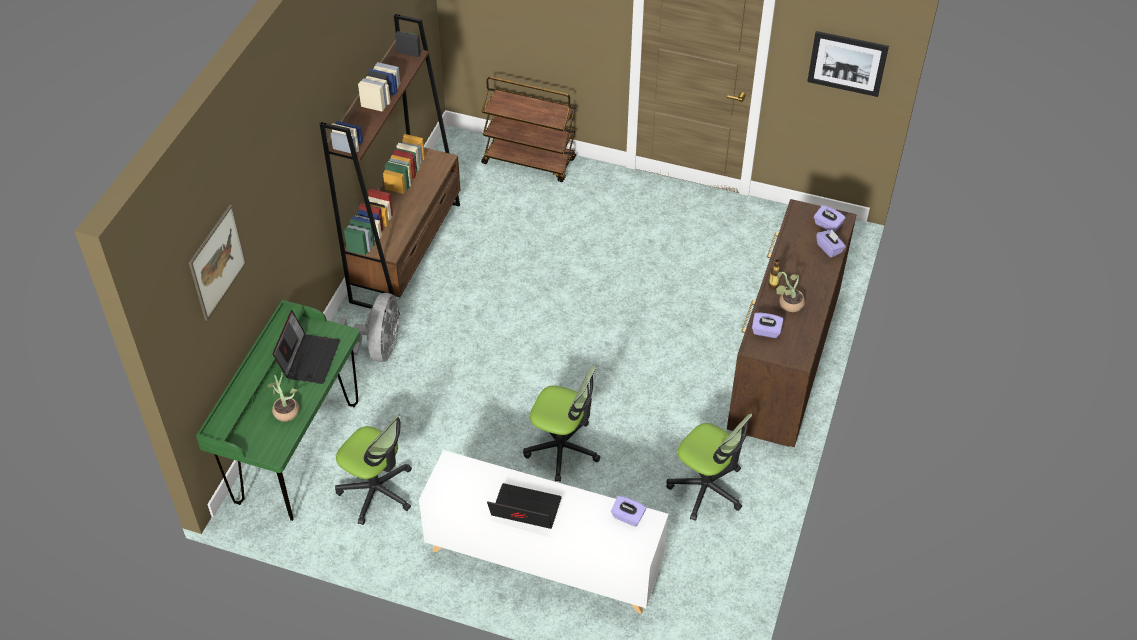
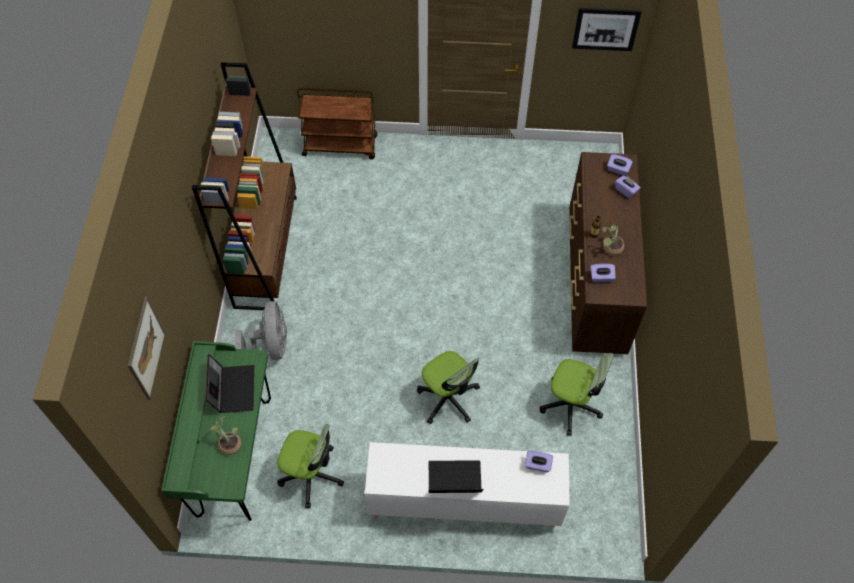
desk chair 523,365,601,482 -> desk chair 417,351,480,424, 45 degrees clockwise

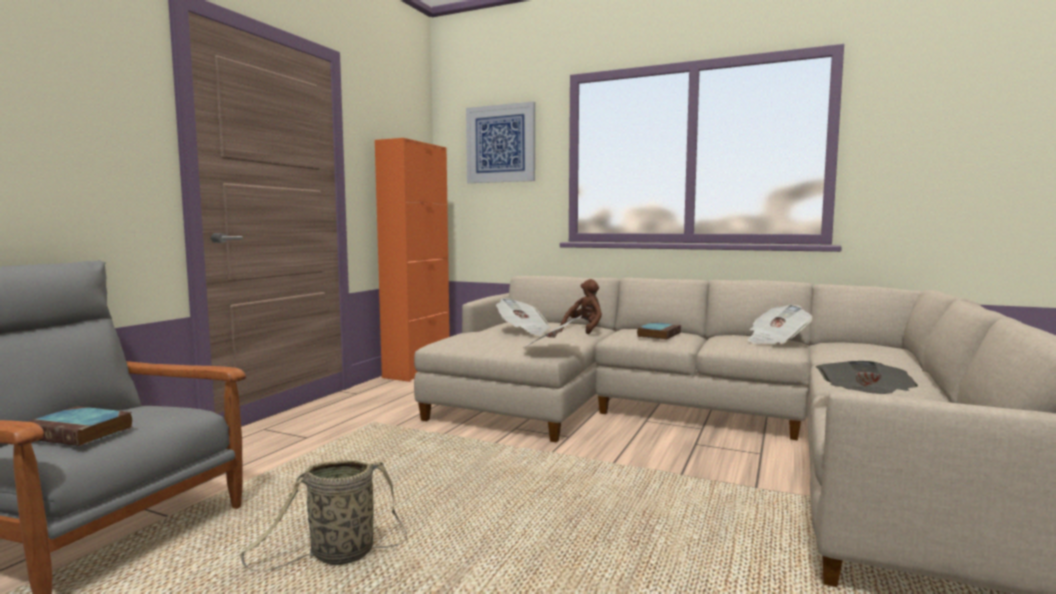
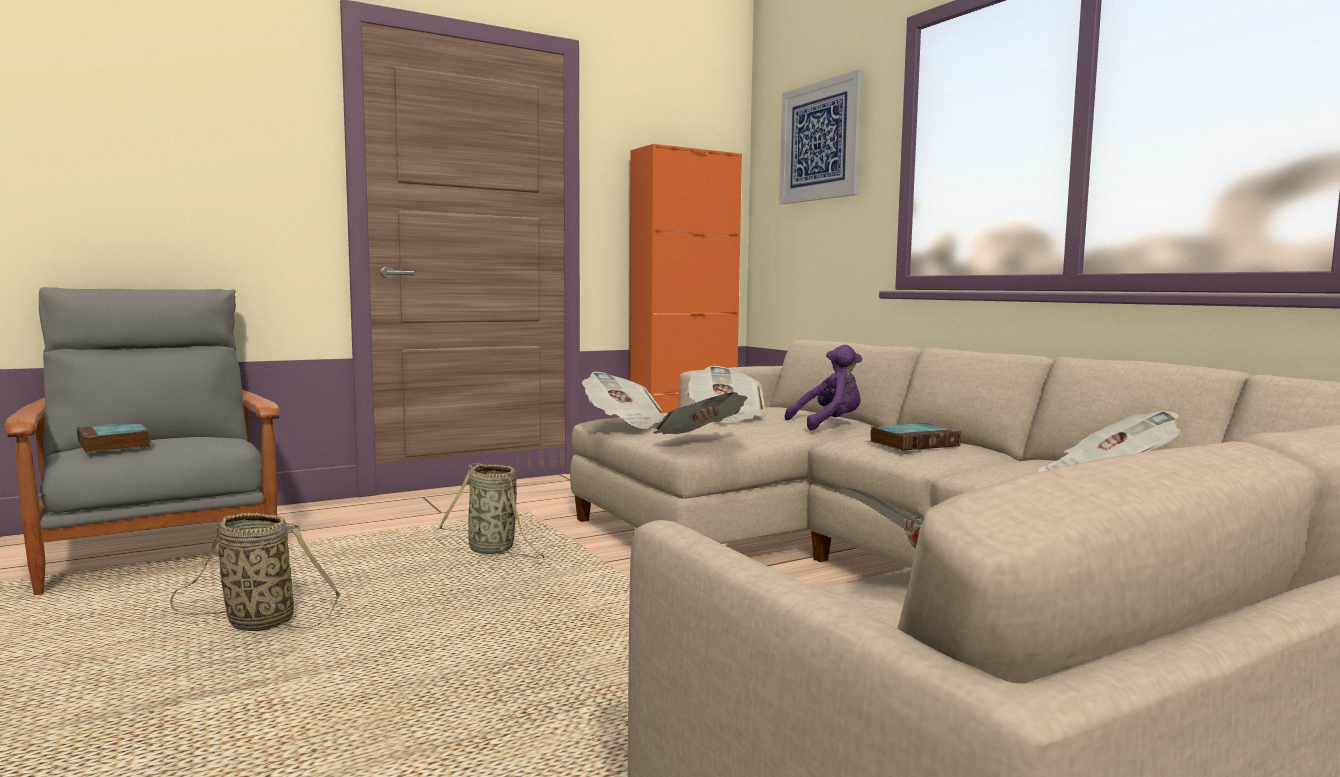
none -> basket 437,463,544,559
none -> daily paper 582,372,665,429
soft toy/brown-coloured 560,279,602,334 -> soft toy/purplish 785,345,862,431

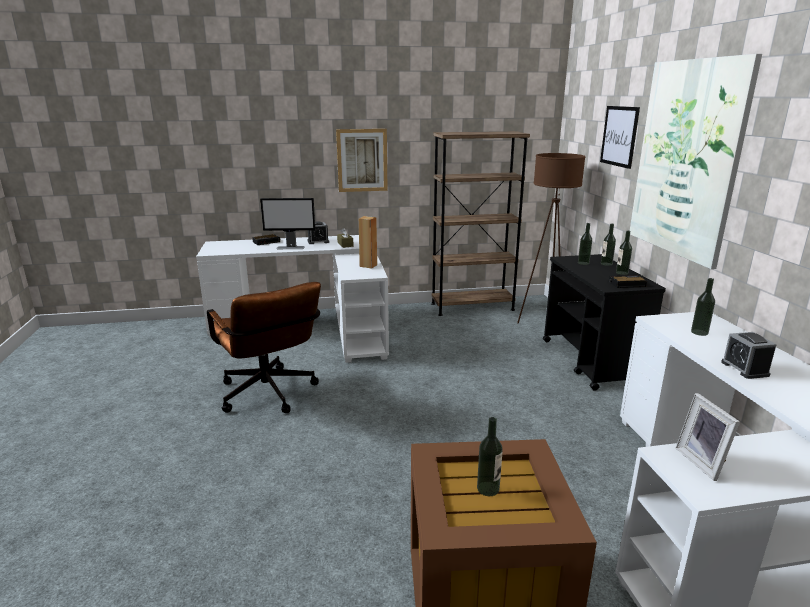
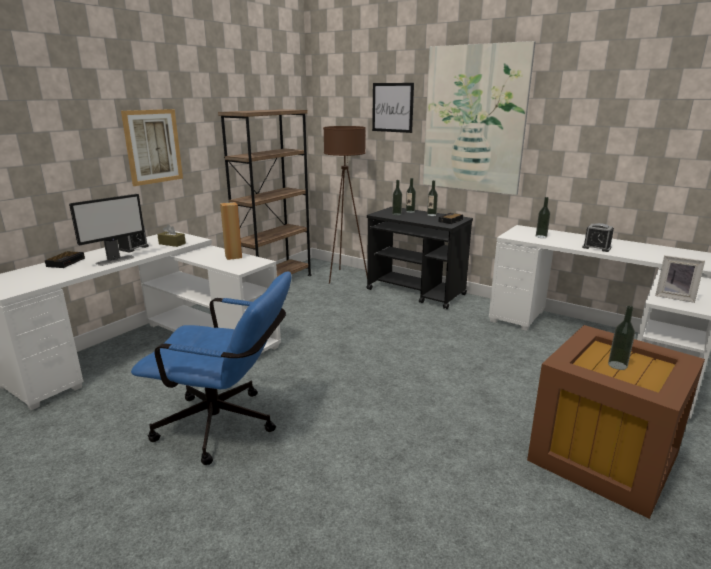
desk chair/brown-coloured 207,282,321,413 -> desk chair/bluish 131,271,292,465

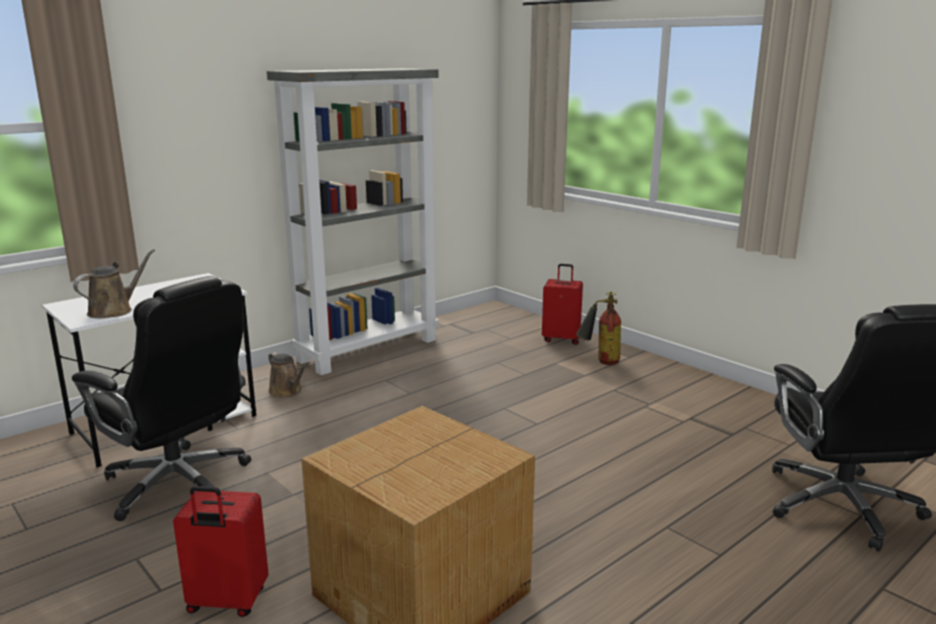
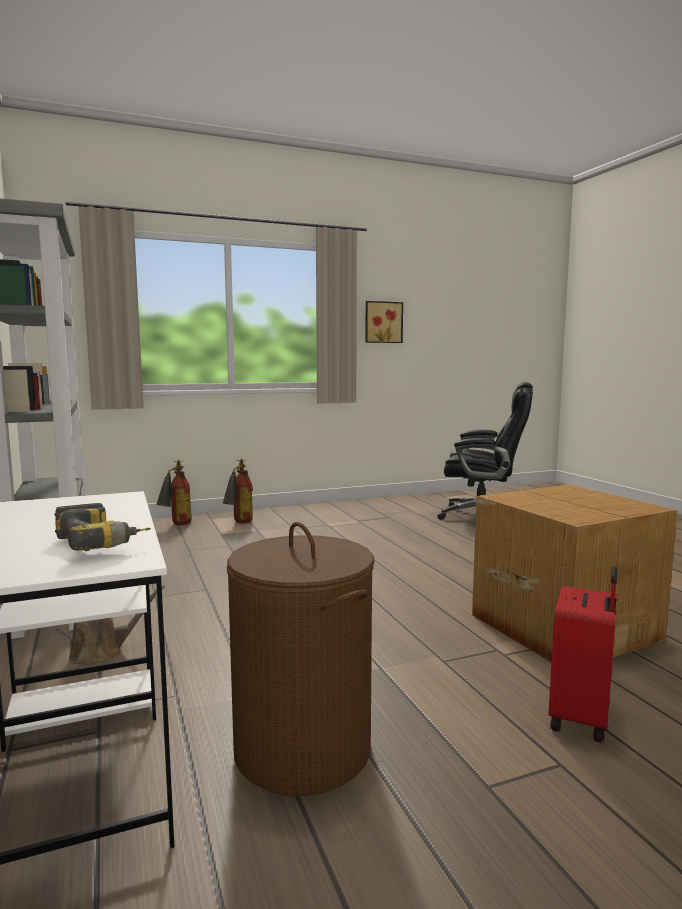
none -> picture 365,301,403,343
desk chair/black-coloured 72,276,252,521 -> washing basket/brown-coloured 227,522,374,796
sprinkling can/brown-coloured 73,249,155,318 -> power drill 54,503,151,551
suitcase/red-coloured 542,264,583,345 -> fire extinguisher 156,460,192,525

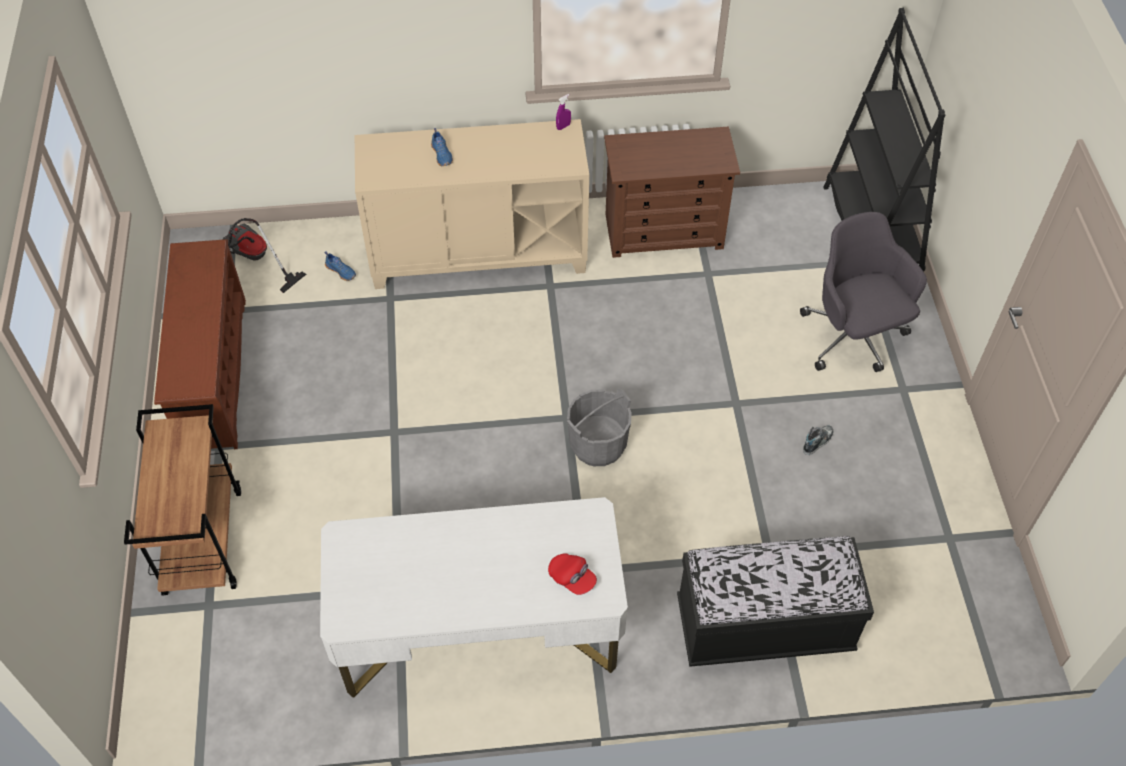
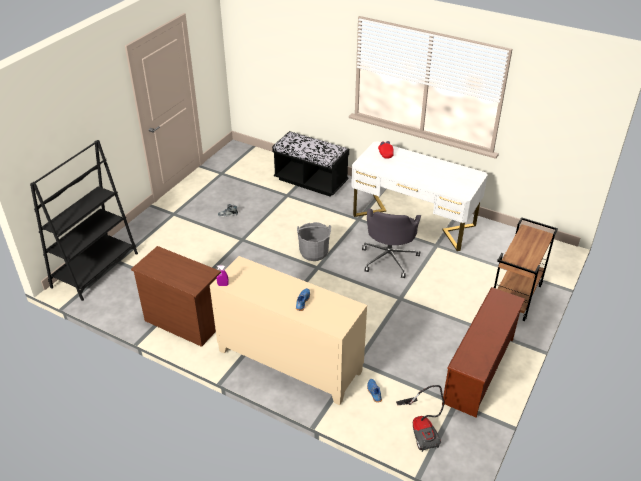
desk chair/grey 800,212,927,372 -> desk chair/grey 362,208,421,278, moved

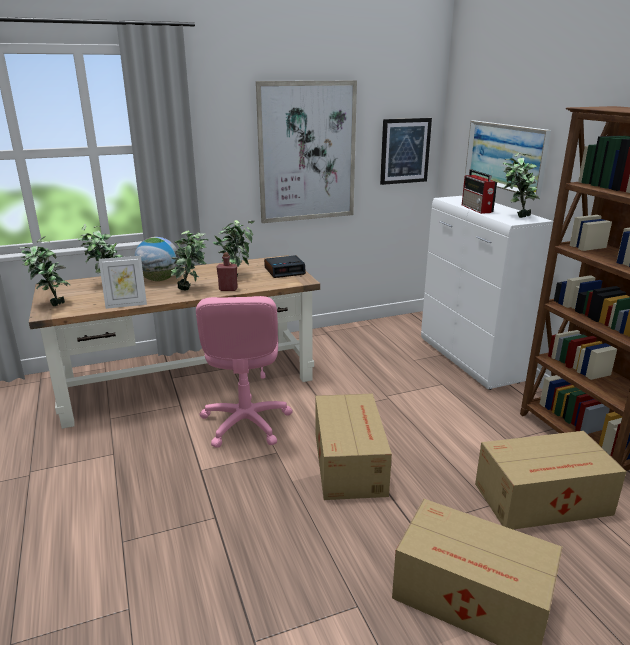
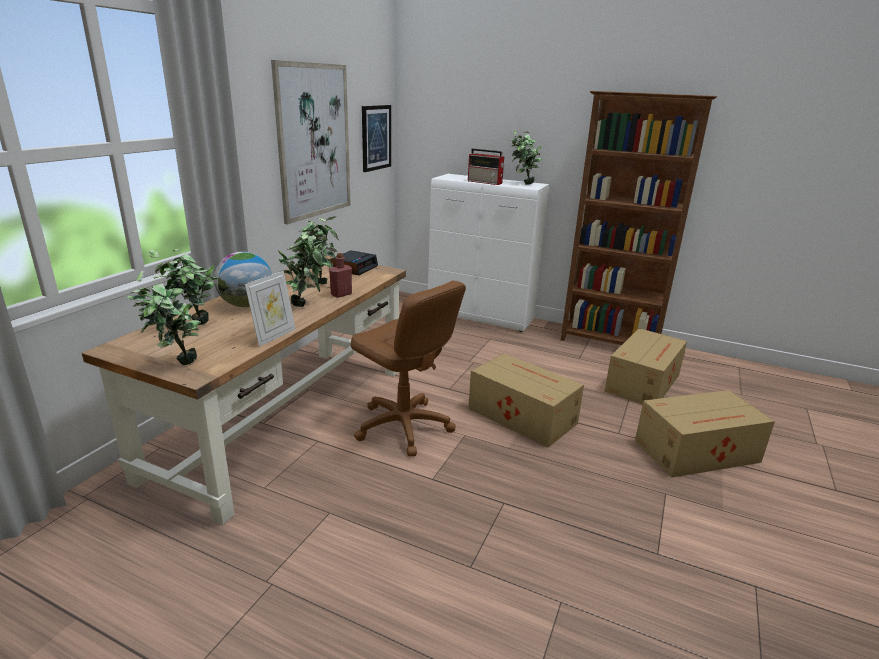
picture 465,121,551,198 -> none
desk chair/pink 196,296,293,448 -> desk chair/brown-coloured 350,281,466,457

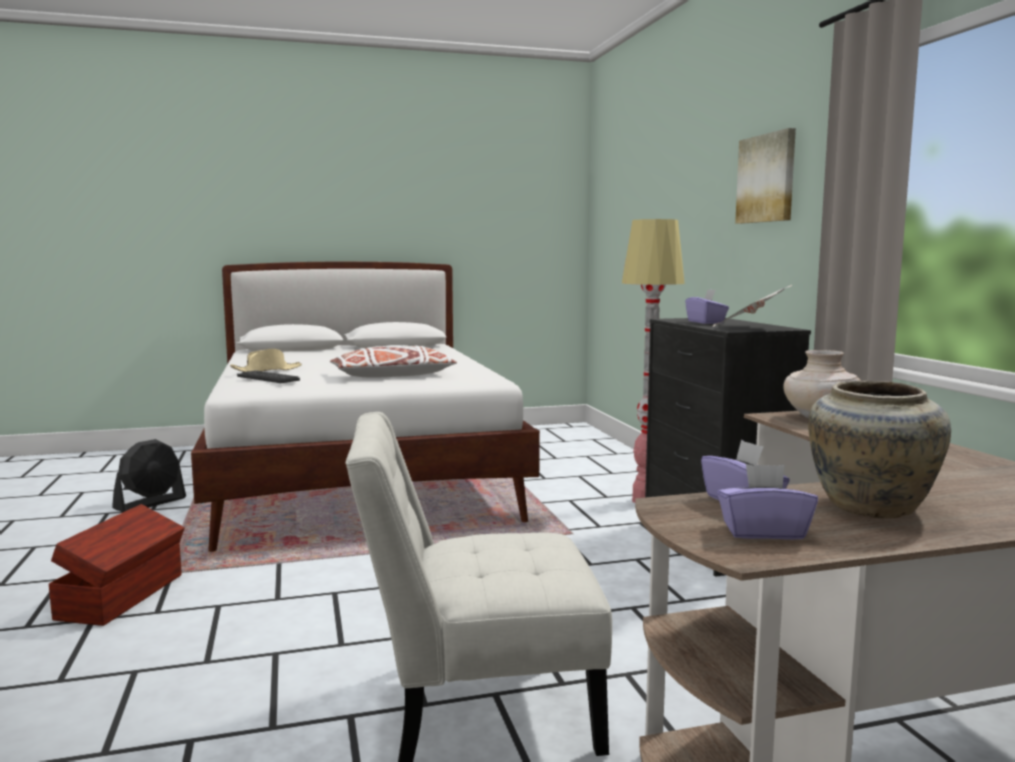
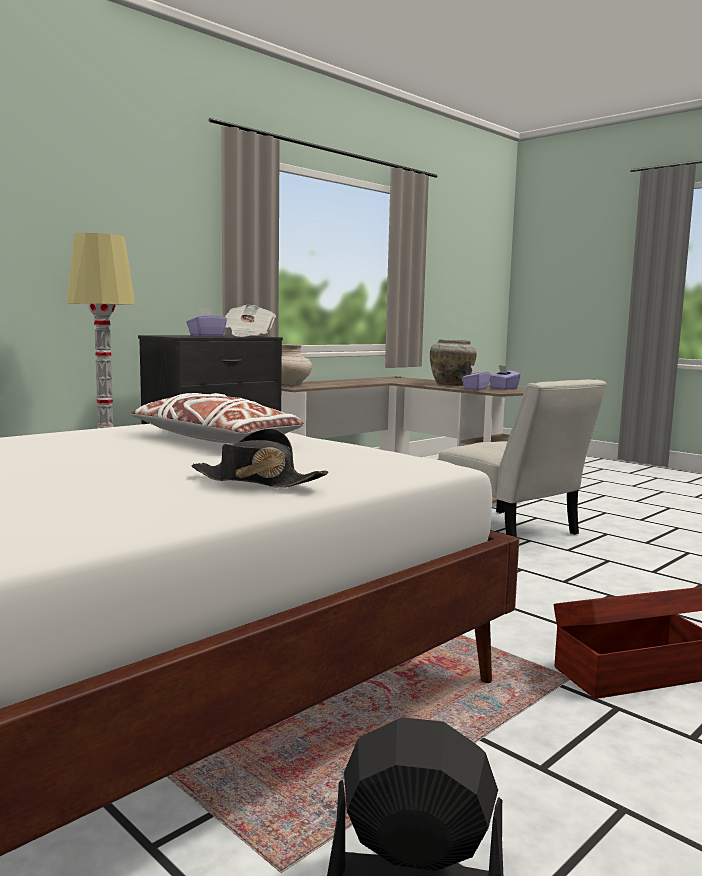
PC keyboard 237,370,300,383 -> none
picture 735,128,796,224 -> none
wearable hat/beige-coloured 230,349,302,372 -> wearable hat/black-coloured 191,429,329,487

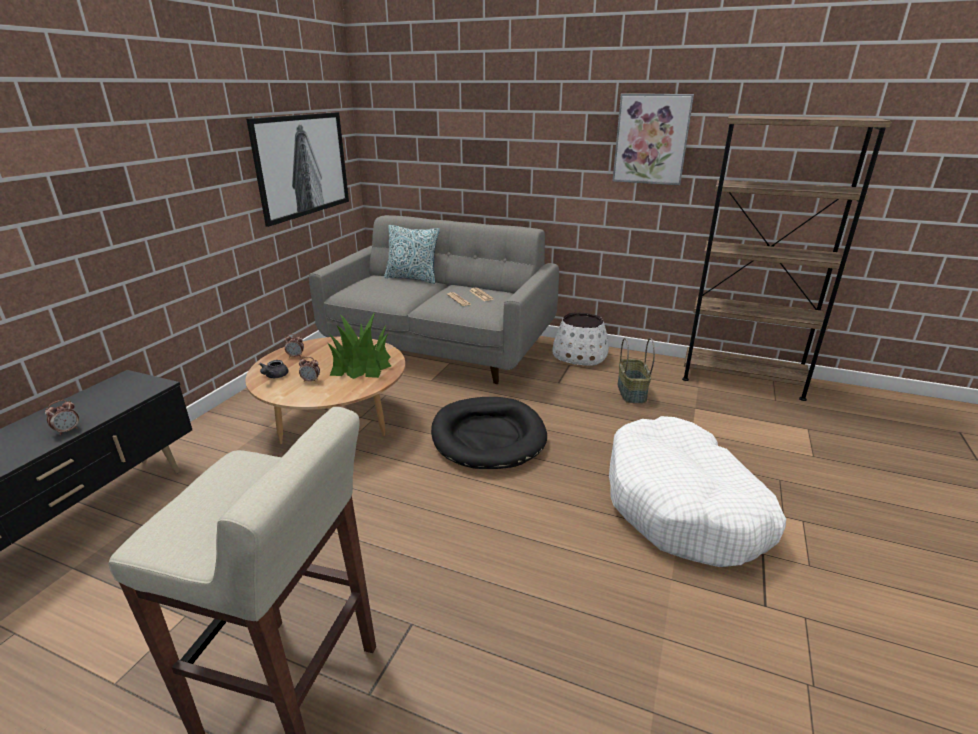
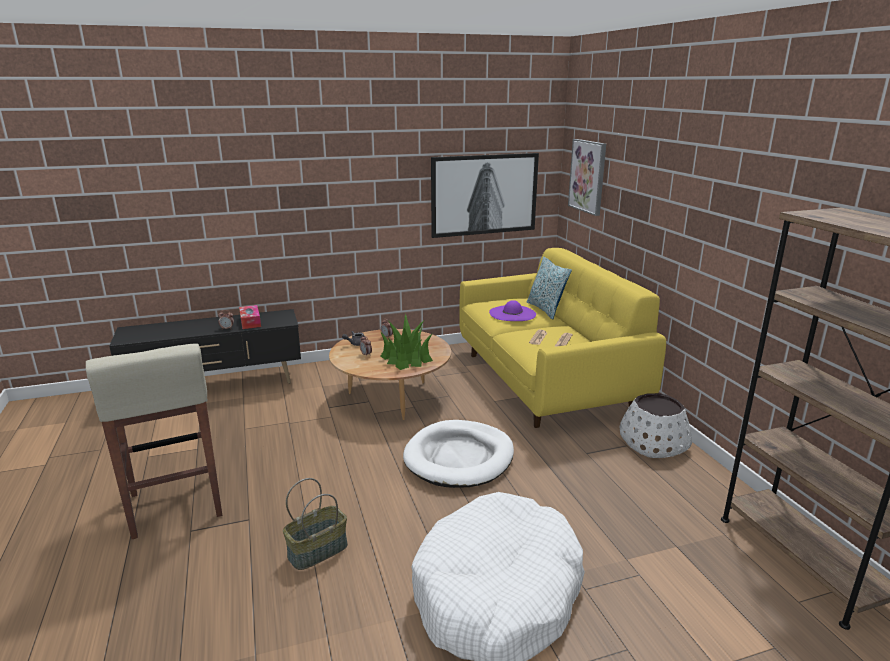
none -> tissue box 239,305,261,329
none -> wearable hat/purplish 489,300,536,321
picture 613,94,694,185 -> picture 568,139,606,216, moved
basket 617,338,655,403 -> basket 283,478,348,570, moved
sofa/grey 309,215,559,384 -> sofa/yellowish 459,248,666,428
dog cushion/black-coloured 431,397,547,469 -> dog cushion/white-coloured 403,420,514,488

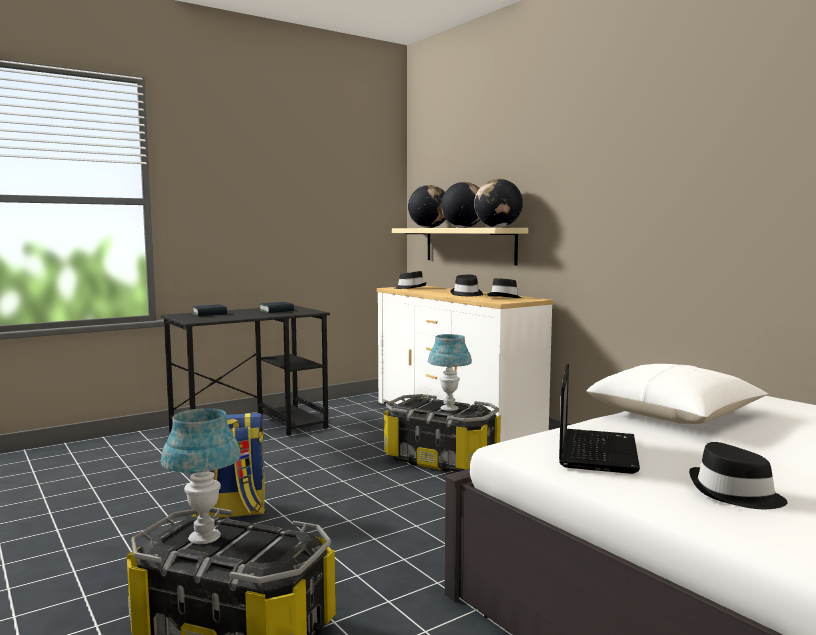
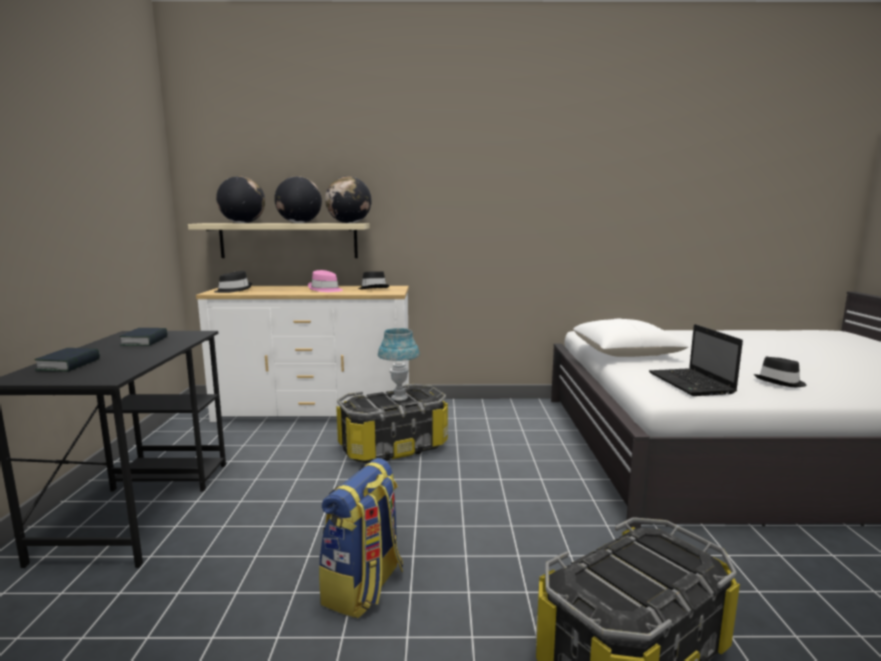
lamp for a table/bluish 161,408,241,544 -> none
wearable hat/black-coloured 450,275,483,296 -> wearable hat/pink 308,270,343,292
notebook computer 559,364,640,474 -> notebook computer 649,324,743,396, 150 degrees counterclockwise

